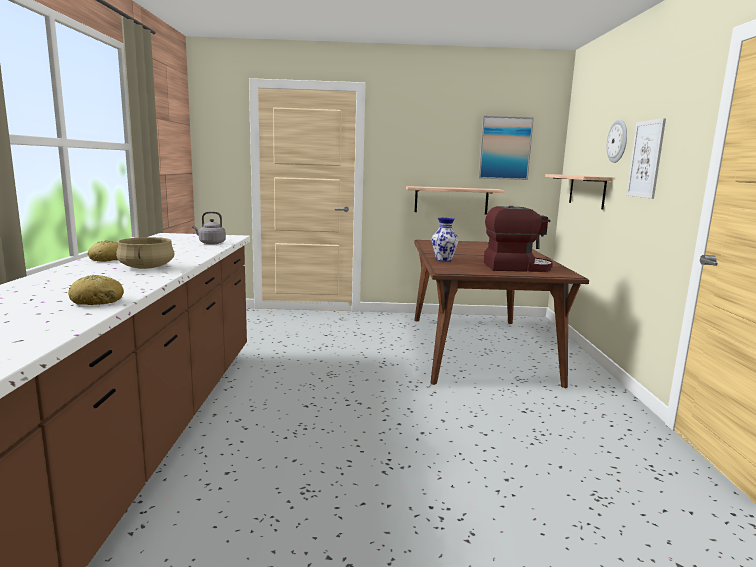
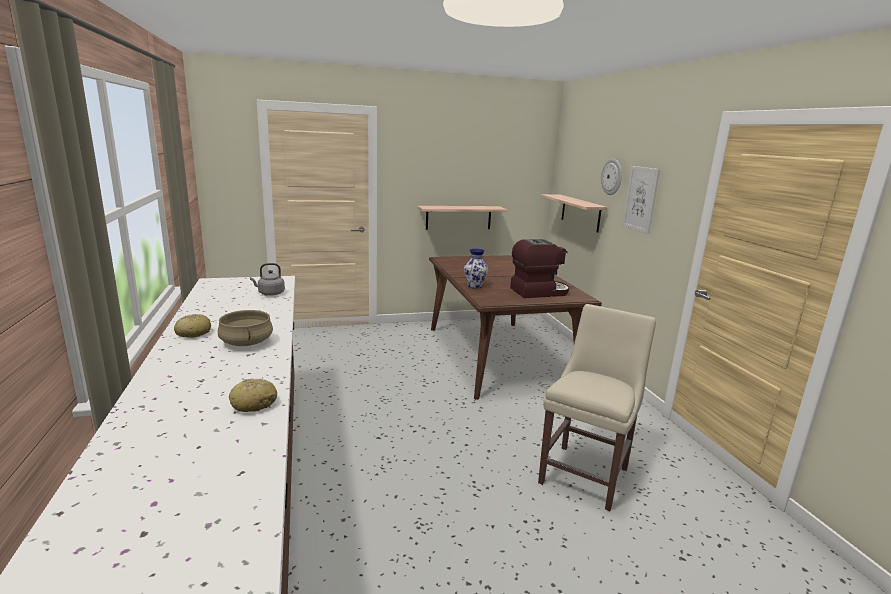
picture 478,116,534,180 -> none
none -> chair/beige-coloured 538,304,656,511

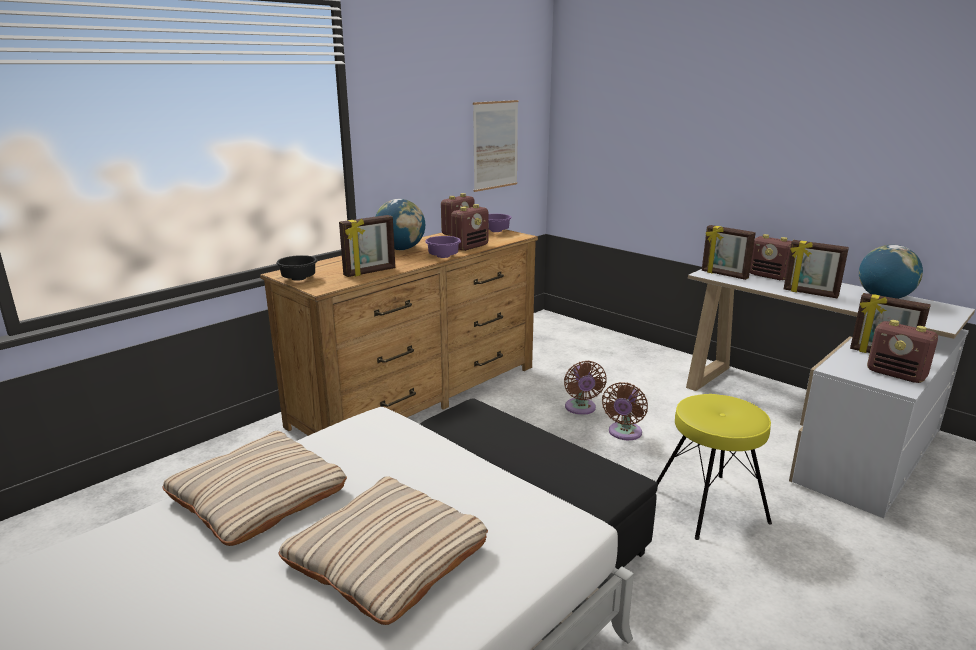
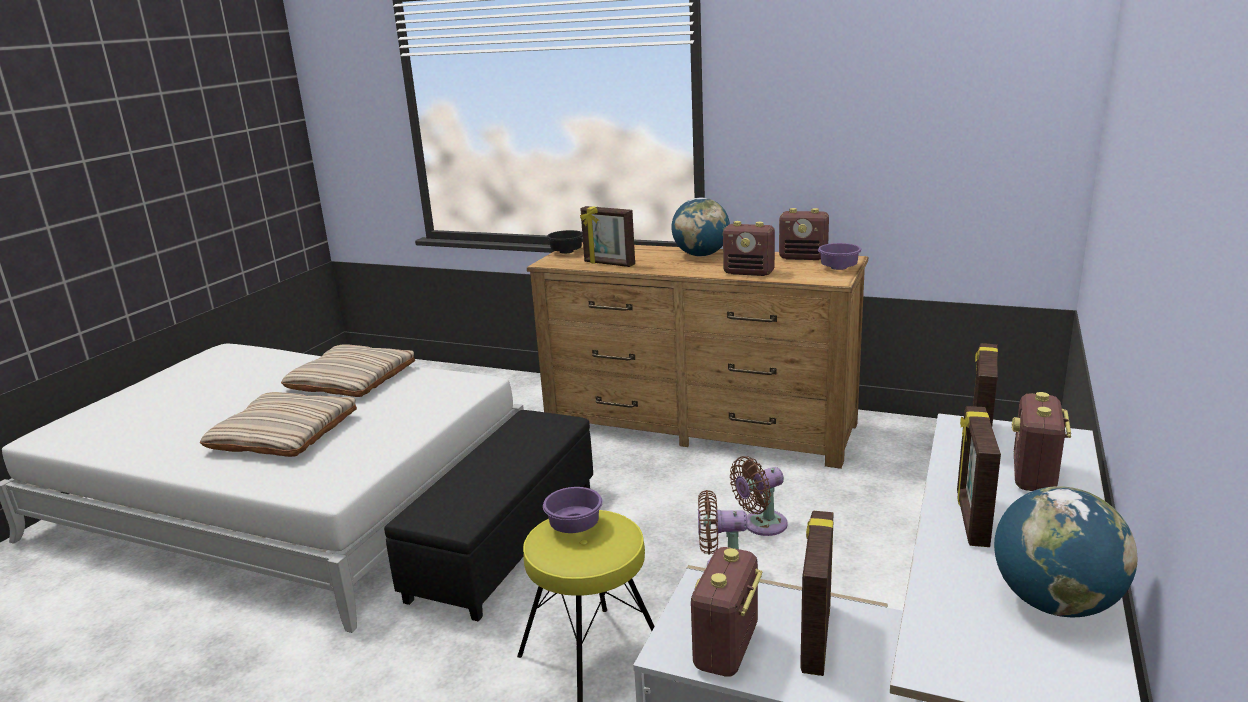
picture 473,100,519,192 -> none
deep dish/purplish 425,236,461,258 -> deep dish/purplish 543,487,603,533, moved

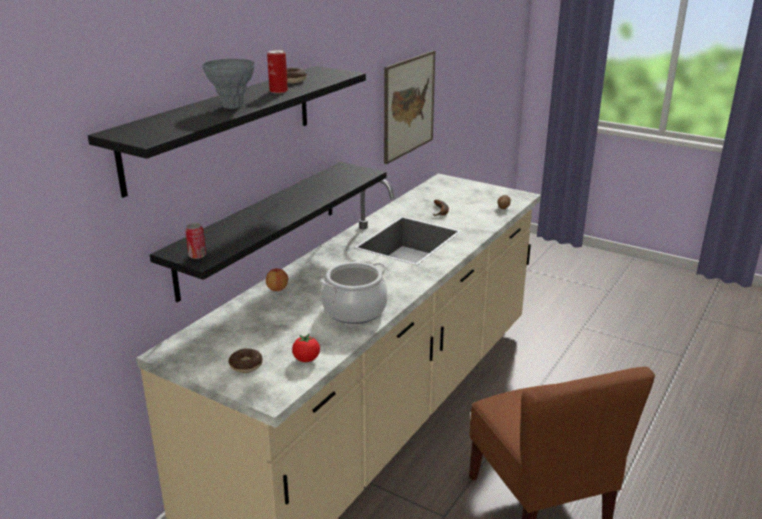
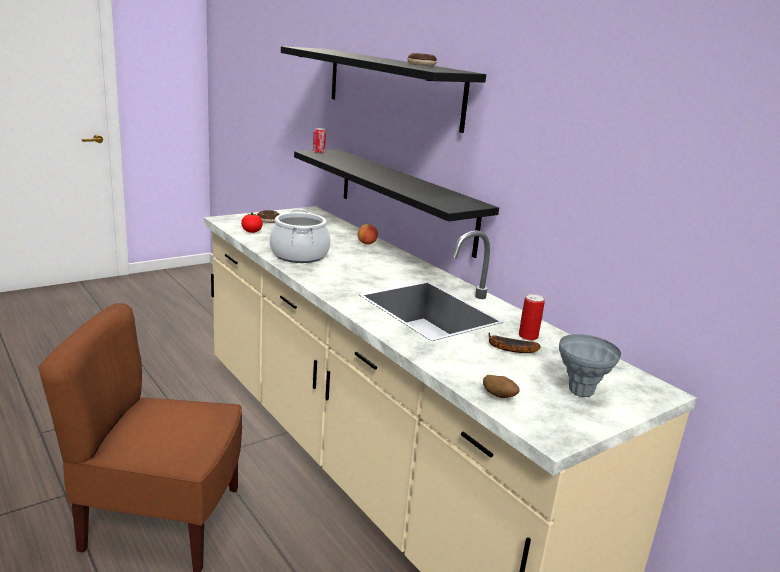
picture 384,51,435,164 -> none
flower vase/grey 202,59,255,109 -> flower vase/grey 559,334,621,397, moved
metal can 267,50,288,94 -> metal can 519,294,545,340, moved

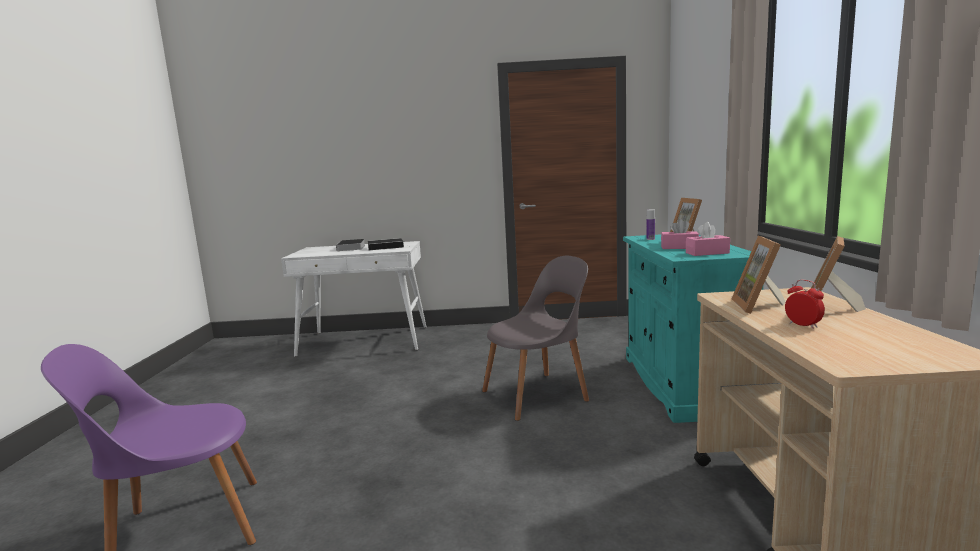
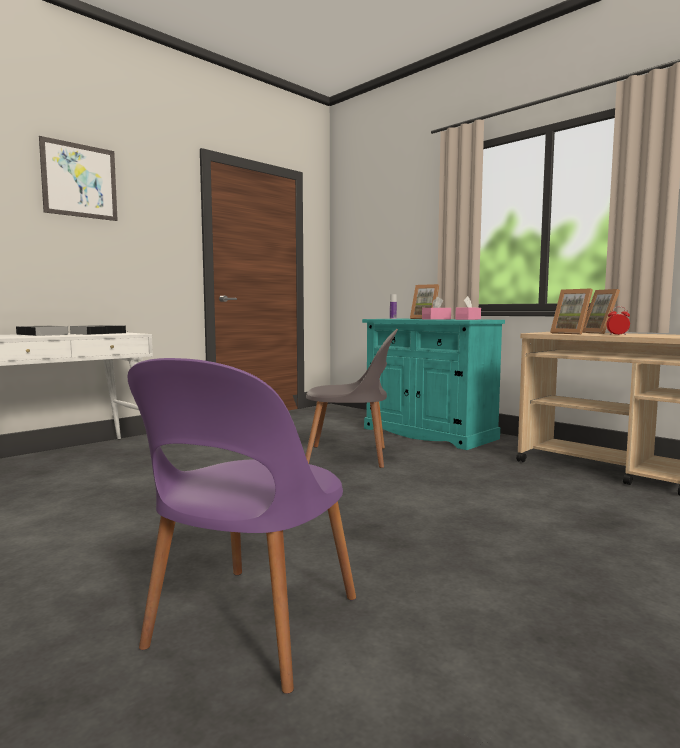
none -> picture 39,136,118,221
chair/grey 482,256,589,421 -> chair/grey 305,329,398,468, 75 degrees clockwise

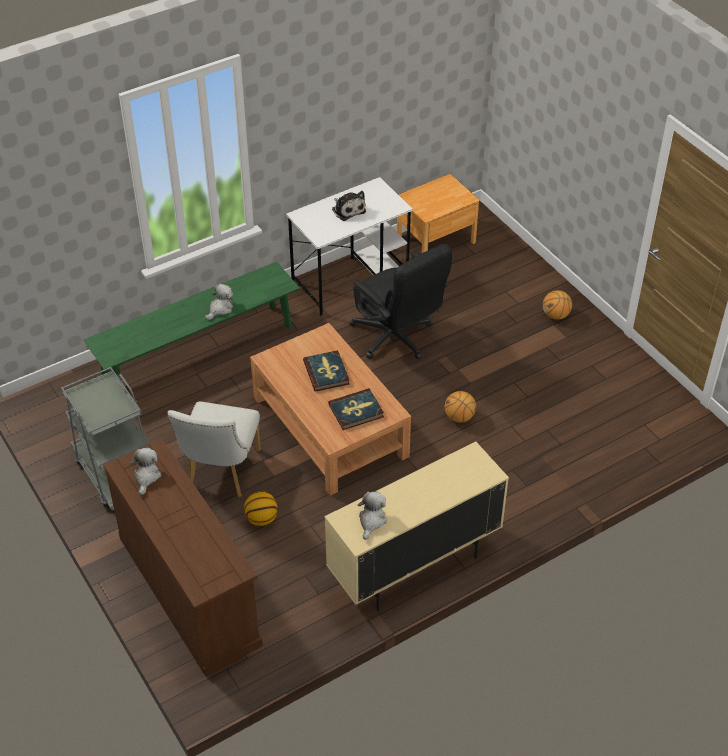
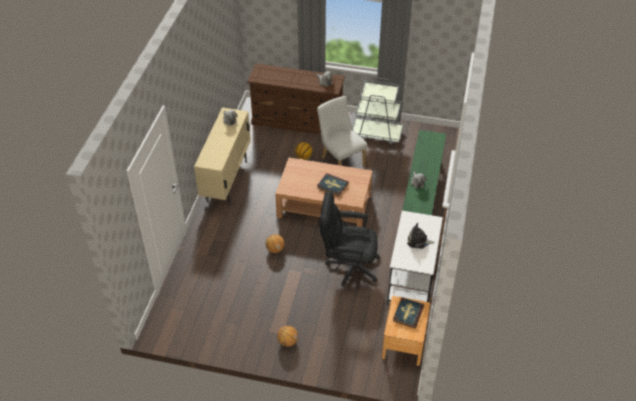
bound book 328,388,384,430 -> bound book 393,297,424,328, moved

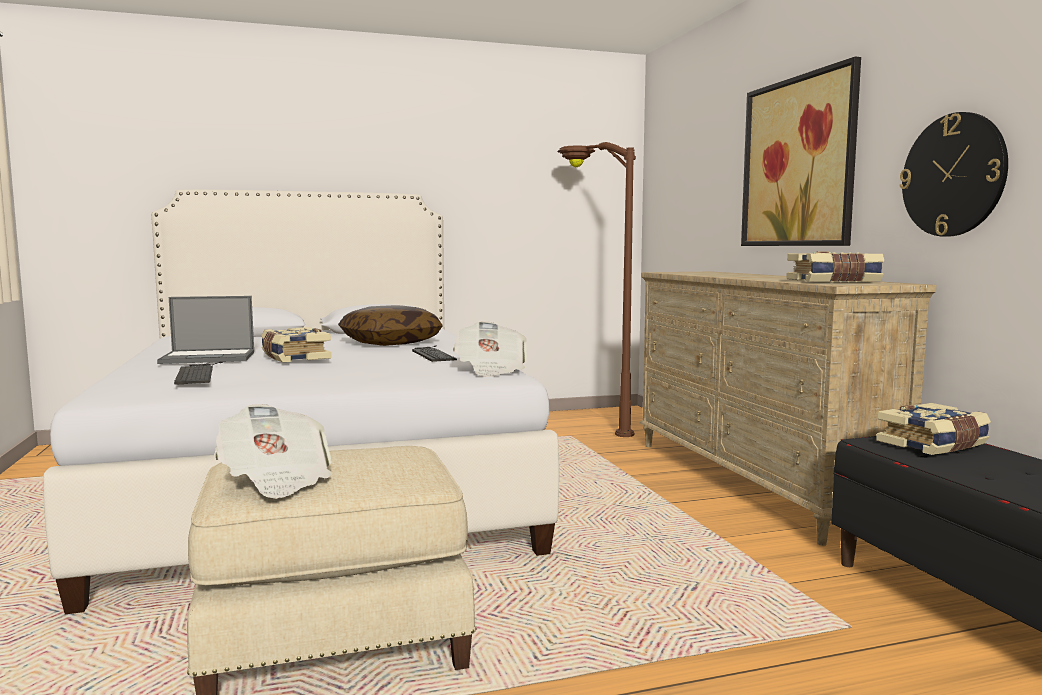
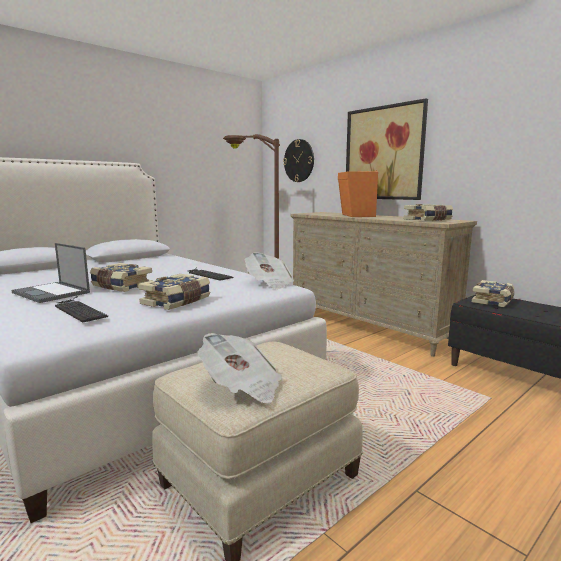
pillow 338,305,443,346 -> none
none -> bound book 138,274,210,310
none -> loudspeaker/orange-coloured 338,170,378,217
wall clock 900,112,1008,237 -> wall clock 283,139,314,182, moved
notebook computer 157,296,254,364 -> notebook computer 12,243,90,303, 75 degrees clockwise

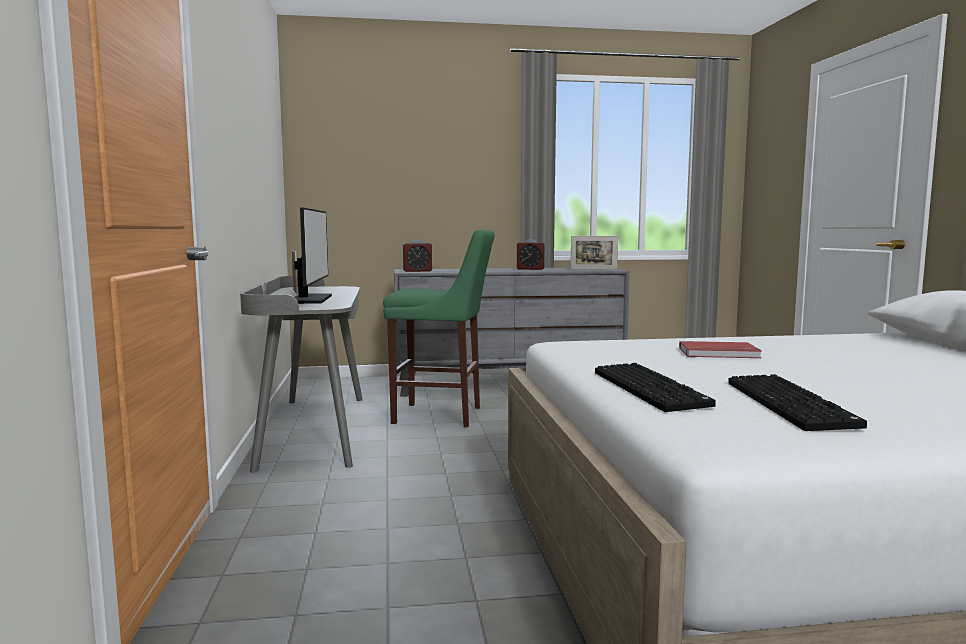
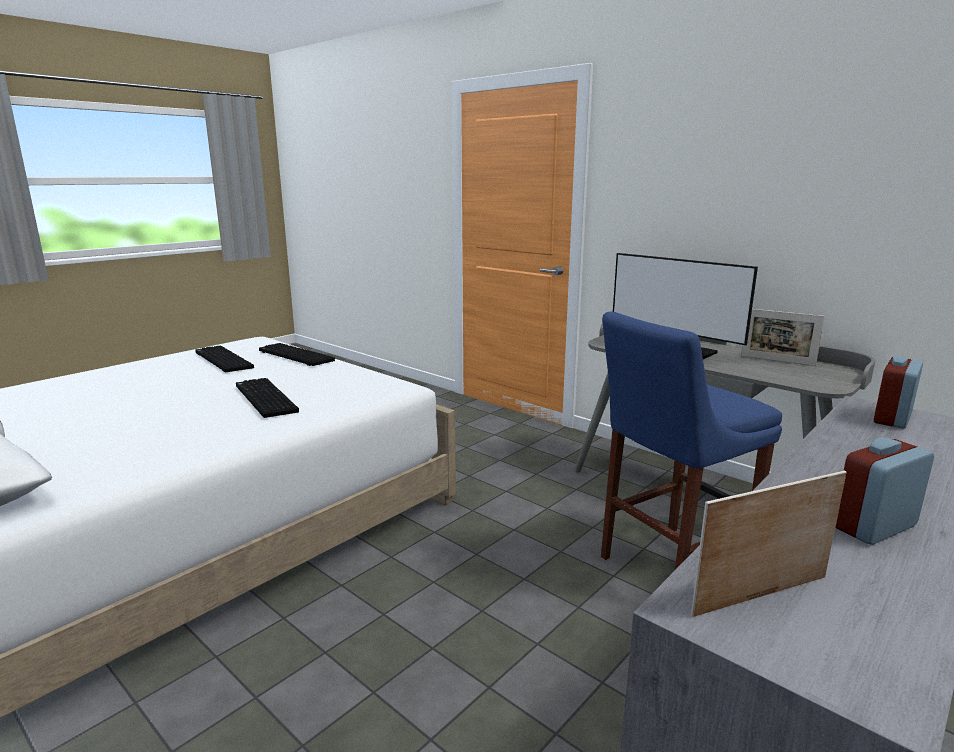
bound book/red-coloured 679,341,762,358 -> PC keyboard 236,378,299,418
stool seat/greenish 383,230,495,427 -> stool seat/bluish 601,311,782,570

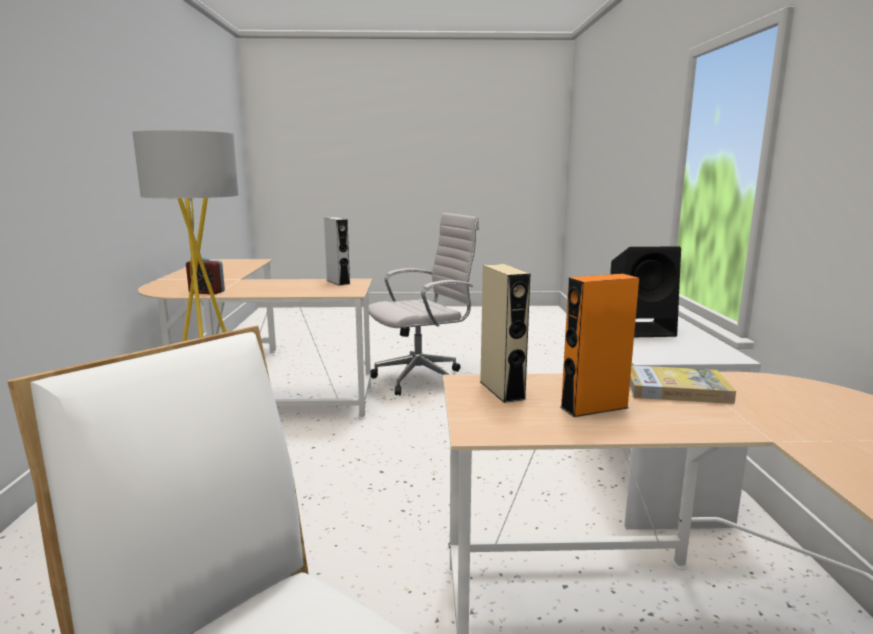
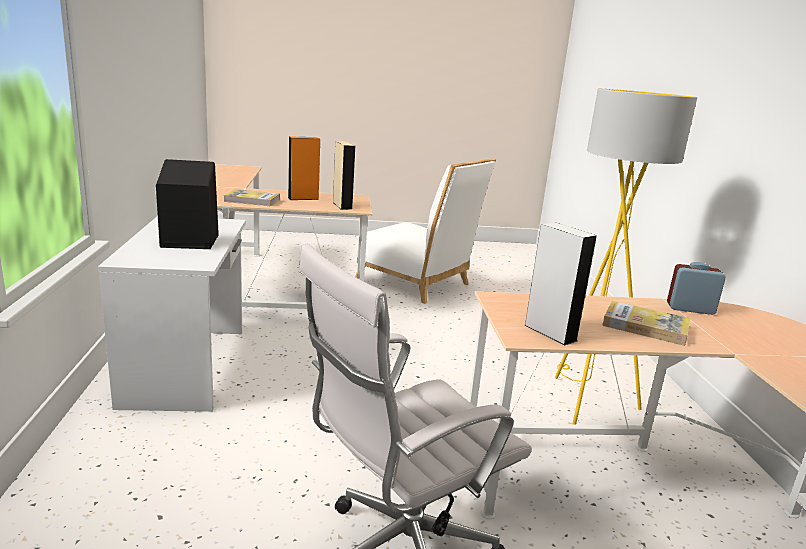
none -> bound book 602,301,690,346

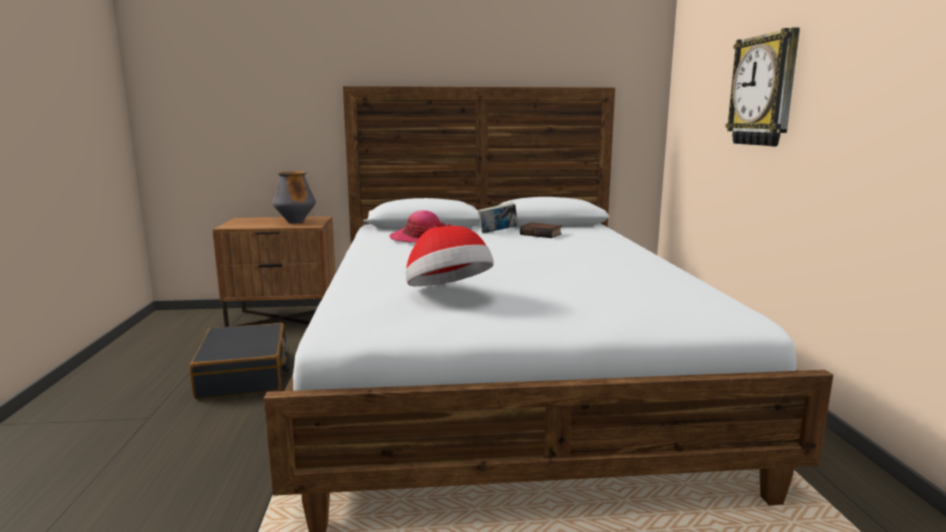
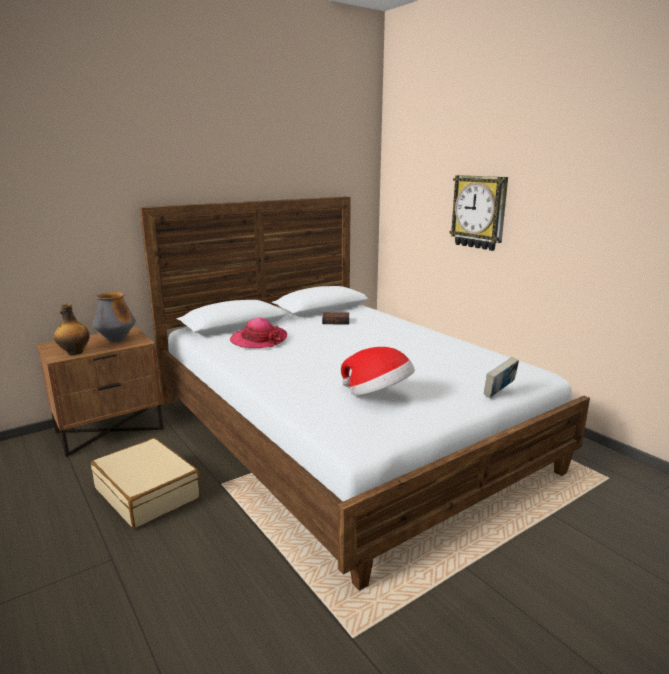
none -> drink bottle 54,304,90,355
bound book 478,202,518,233 -> bound book 484,357,519,398, moved
suitcase/black-coloured 190,323,290,399 -> suitcase/beige-coloured 91,438,200,528

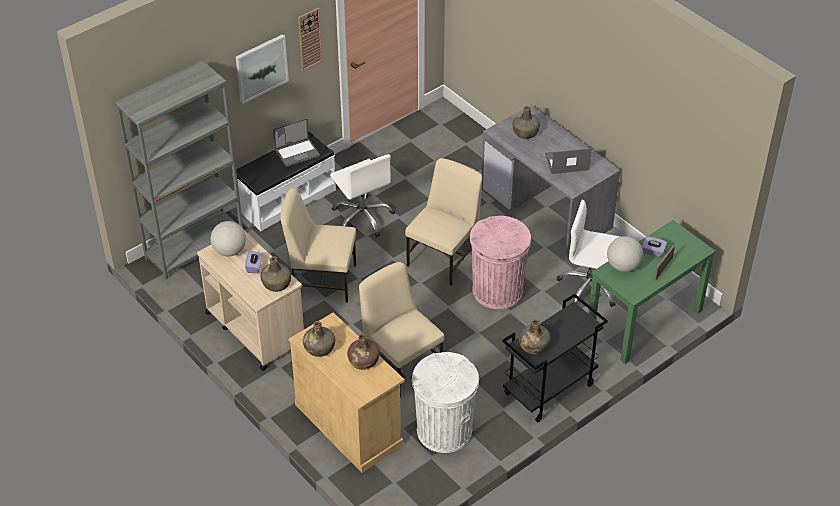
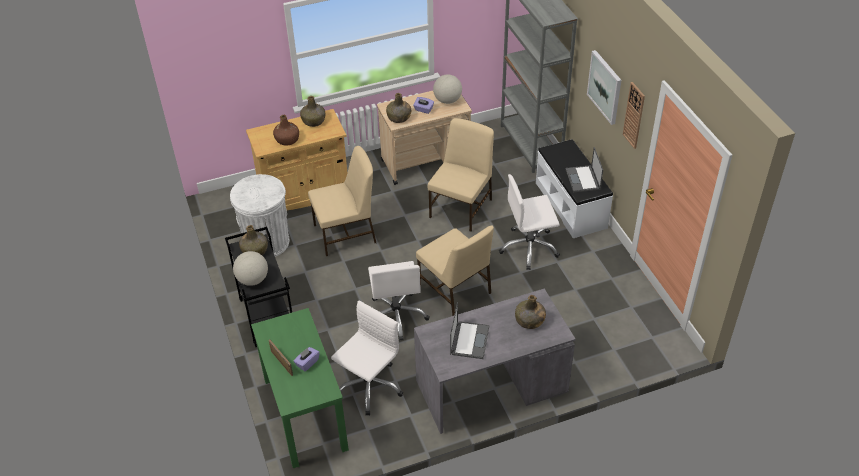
desk globe 607,236,643,272 -> desk globe 233,251,268,286, moved
waste bin/pink 470,216,531,309 -> desk chair/white-coloured 368,261,430,341

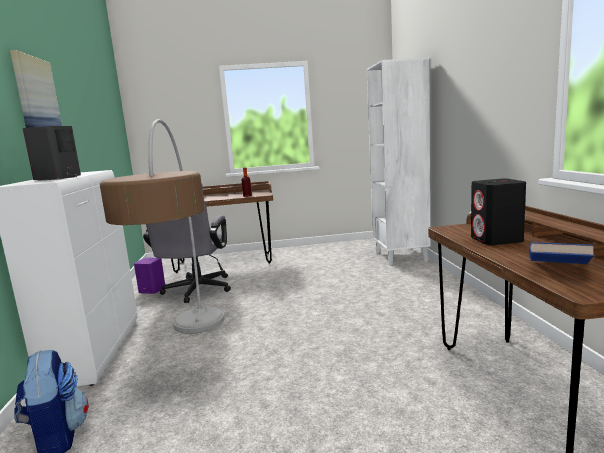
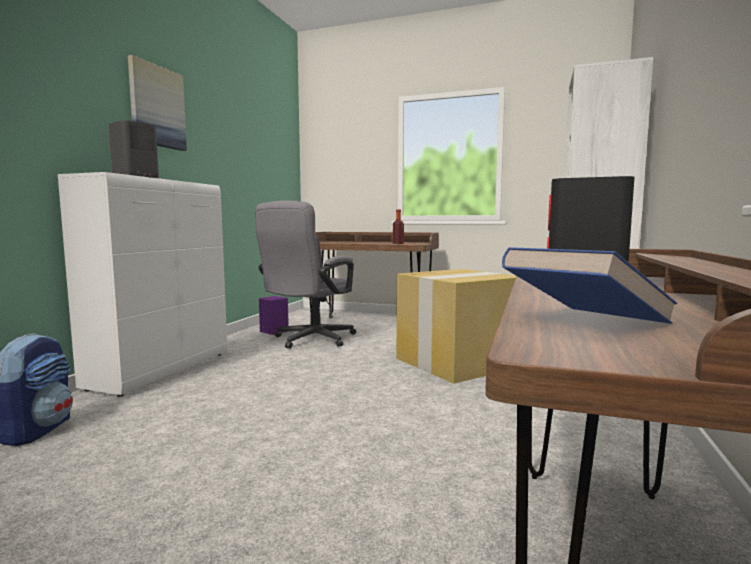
standard lamp 100,119,225,334 -> none
none -> carton 396,269,516,384

